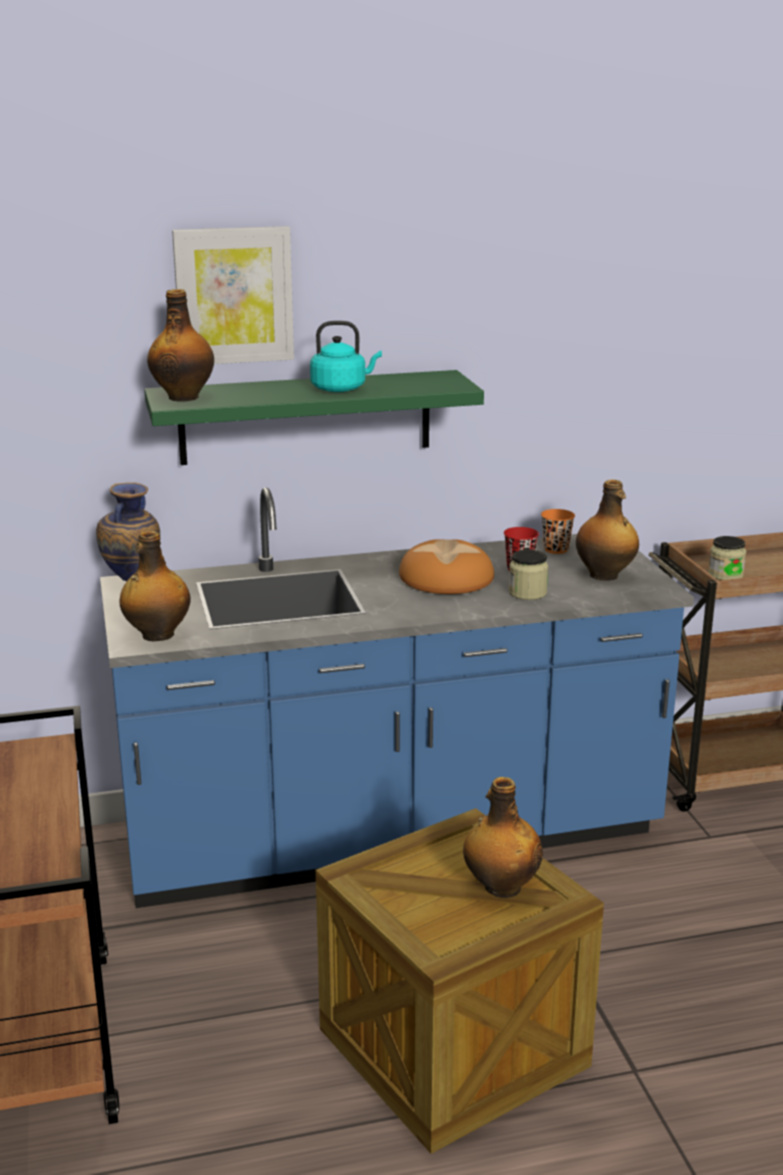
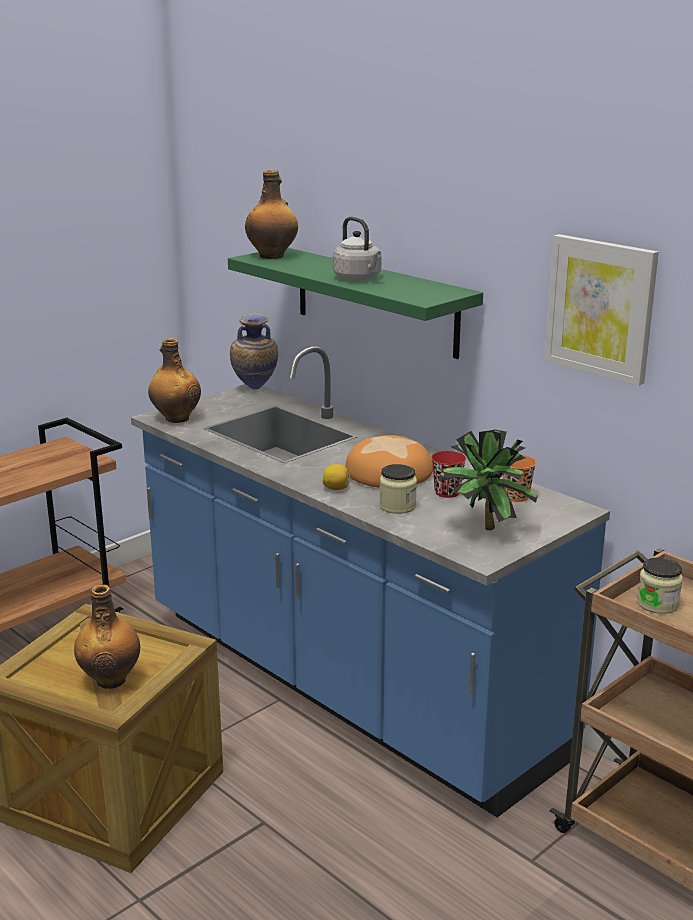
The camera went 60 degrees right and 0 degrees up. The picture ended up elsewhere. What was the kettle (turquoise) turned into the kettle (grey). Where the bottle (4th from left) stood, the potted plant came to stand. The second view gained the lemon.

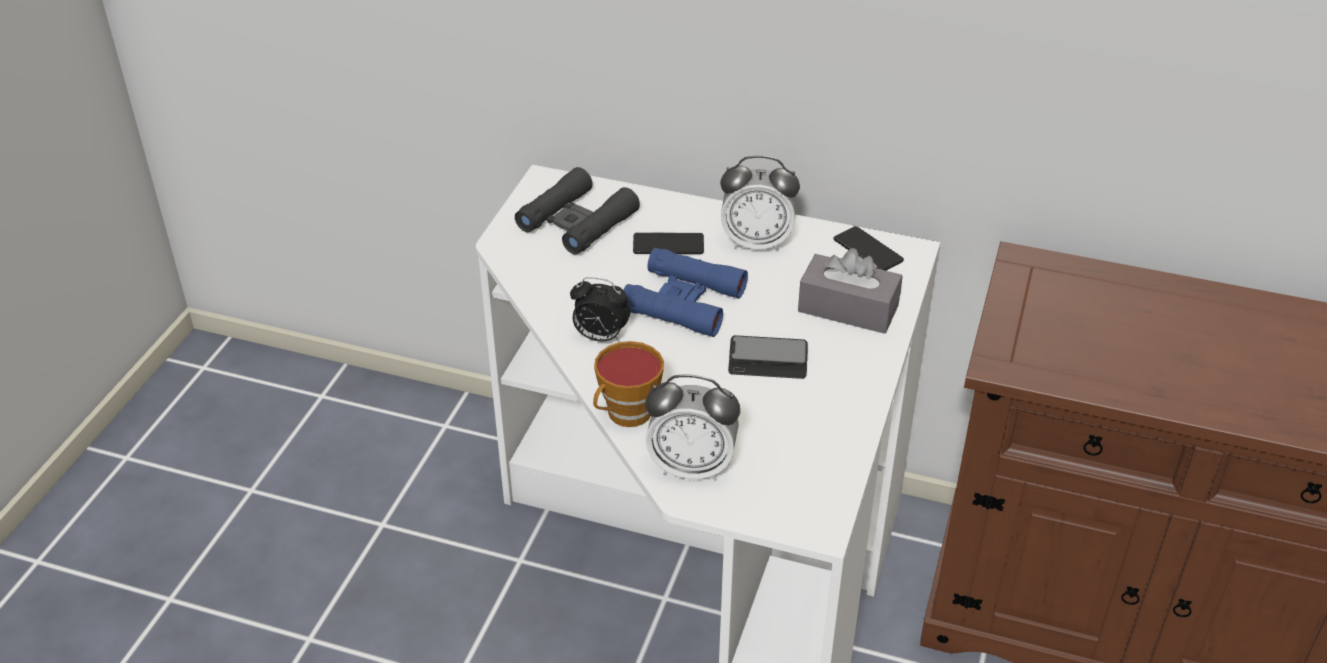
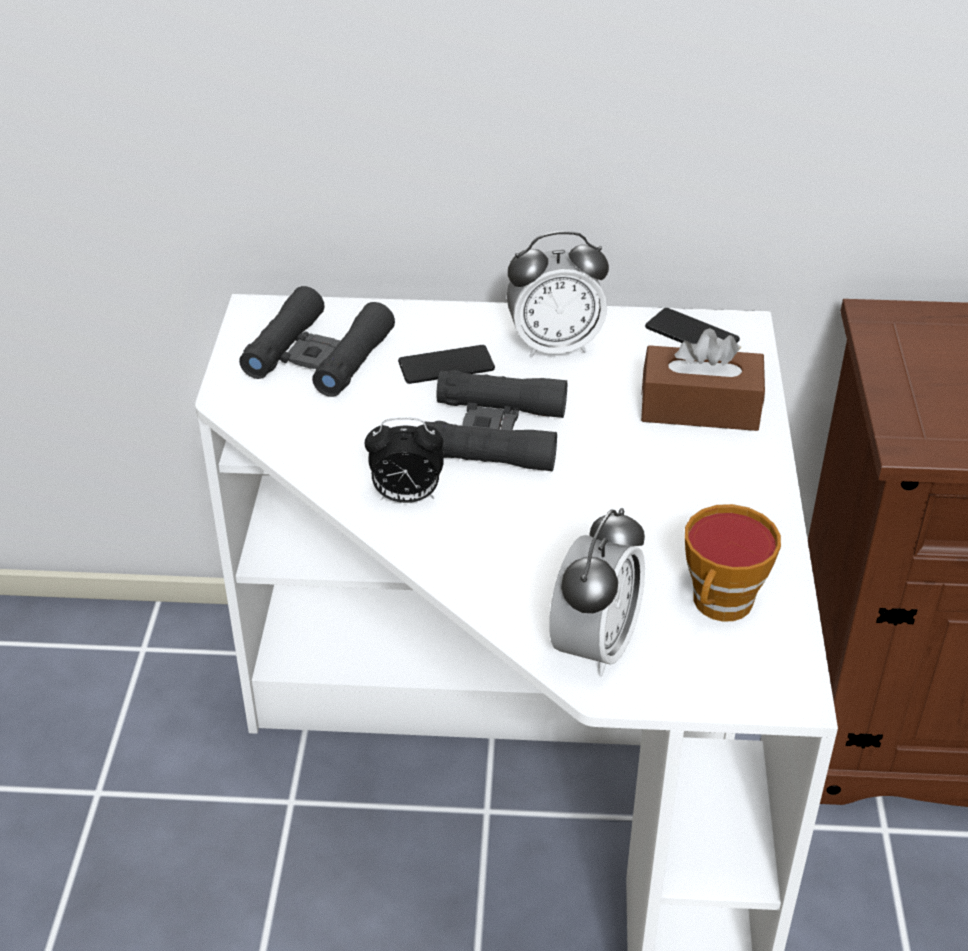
The camera went 15 degrees left and 0 degrees up. The cup ended up elsewhere. What was the binoculars (blue) turned into the binoculars (black) (2nd from left). The alarm clock (2nd from left in the first image) ended up facing another way, 60 degrees counterclockwise from before. The second view lost the phone (2nd from left). What was the tissue box (grey) turned into the tissue box (brown).

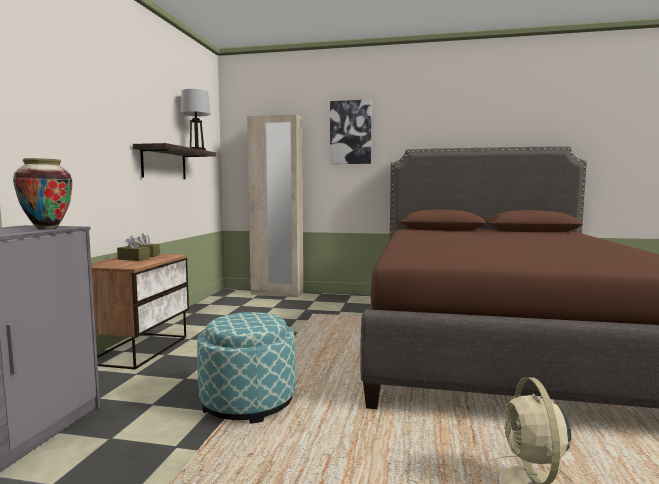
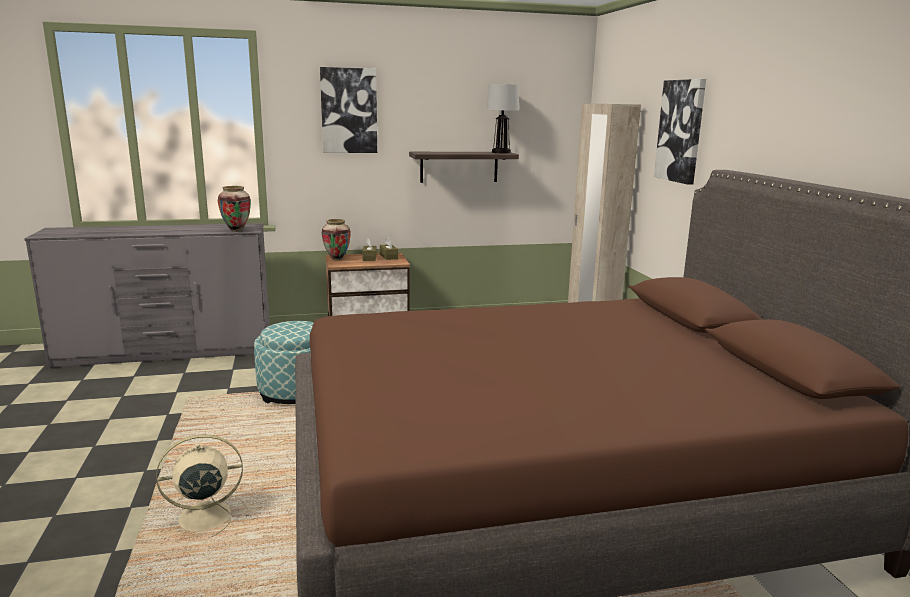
The camera went 65 degrees right and 10 degrees up. The second view gained the picture (1st from left). The second view gained the vase (2nd from left).

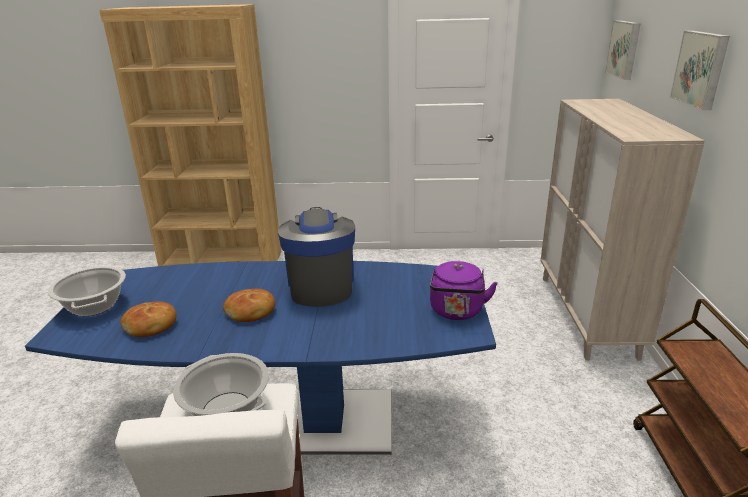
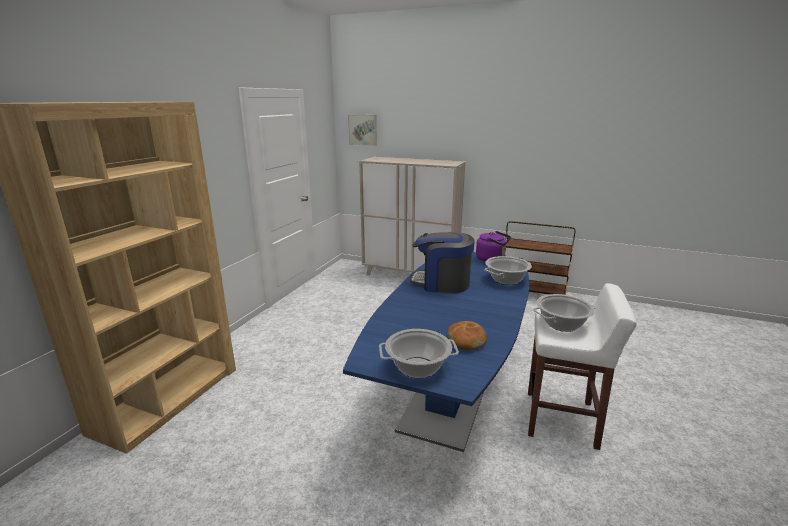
The camera went 70 degrees left and 5 degrees down. The second view lost the bread (2nd from left). The second view lost the picture (2nd from left). The second view gained the cooking pot (2nd from left).

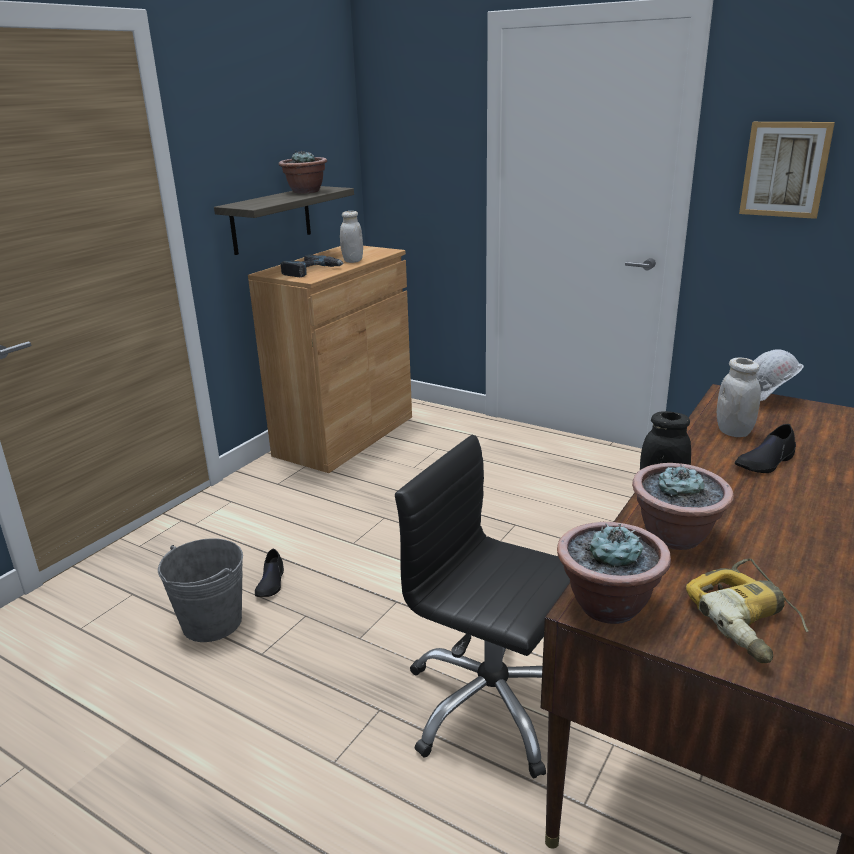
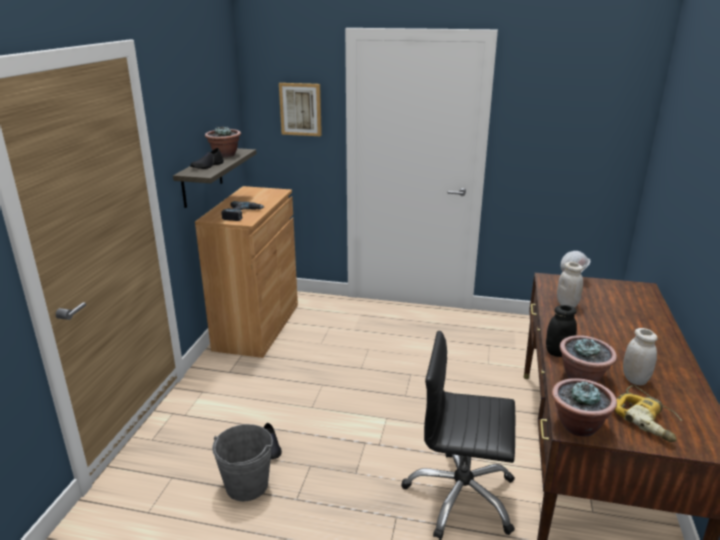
The camera went 20 degrees left and 0 degrees up. The jar (white) (1st from left in the first image) ended up elsewhere. The shoe (black) (2nd from left in the first image) ended up elsewhere. The picture ended up elsewhere.

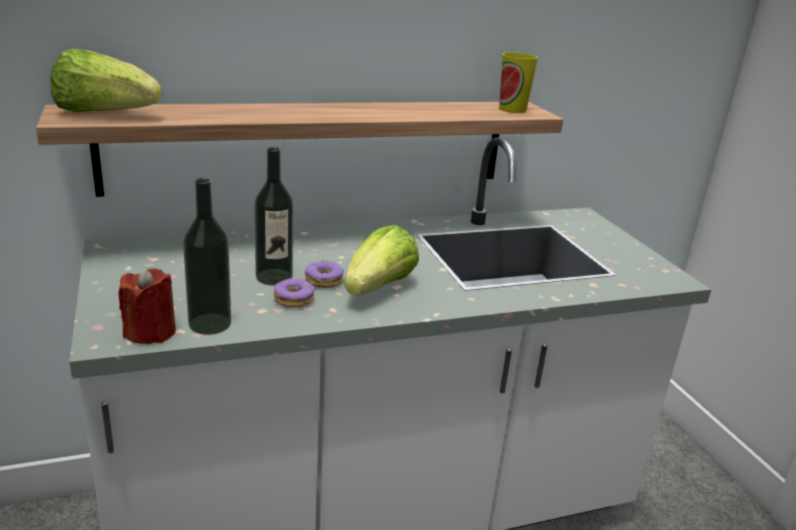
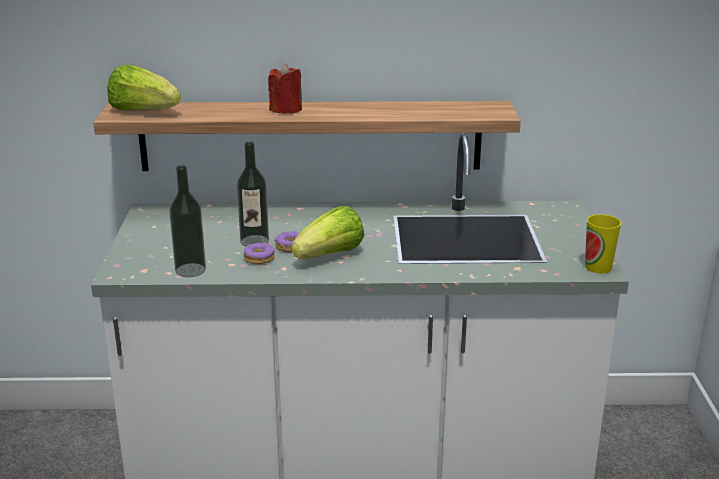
The camera went 20 degrees right and 0 degrees up. The candle (red) ended up elsewhere. The cup ended up elsewhere.

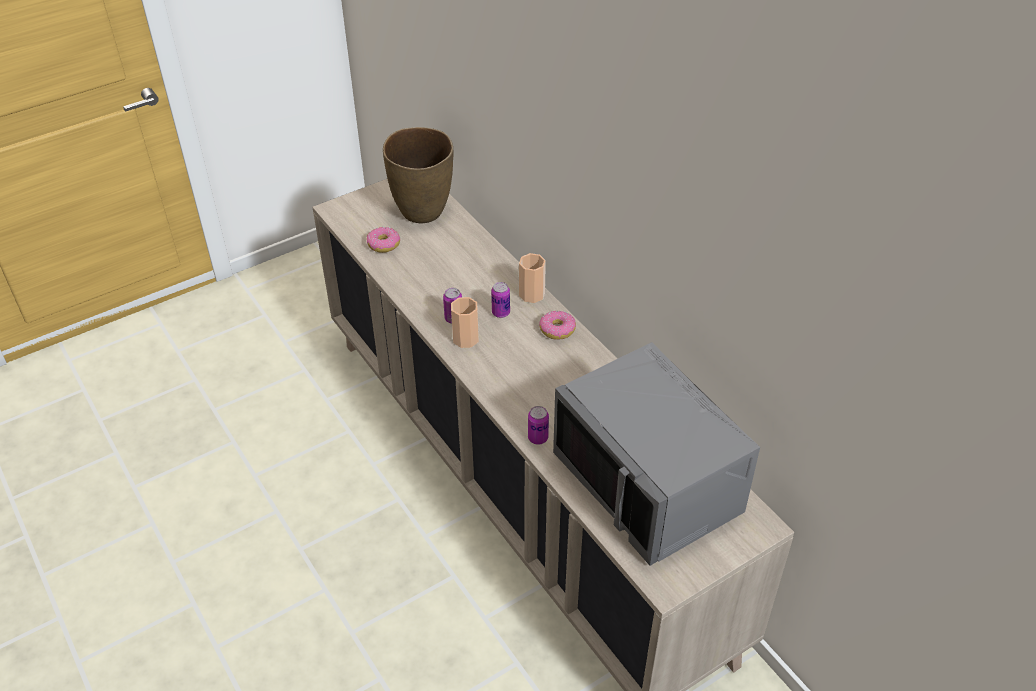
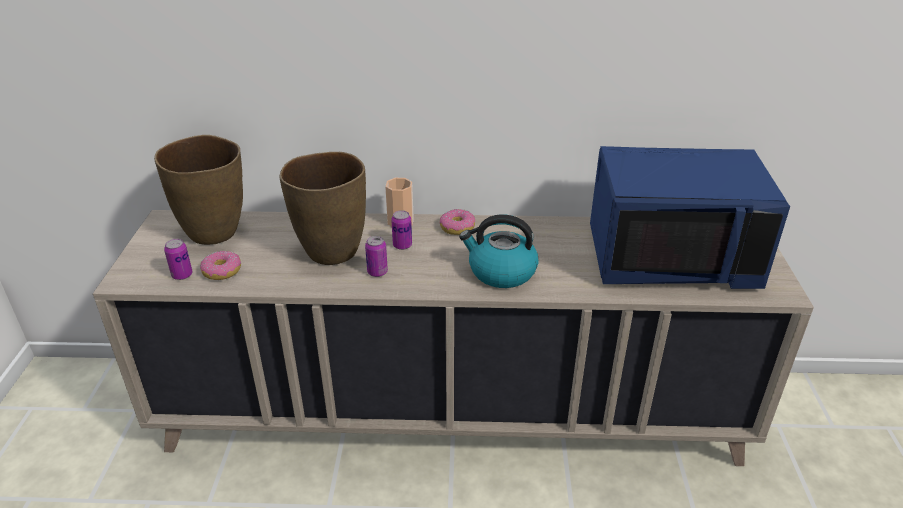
The camera went 55 degrees left and 10 degrees down. The second view lost the cup (1st from left). The can (3rd from left in the first image) ended up elsewhere. What was the microwave (grey) turned into the microwave (blue). The second view gained the vase (brown) (2nd from left). The second view gained the kettle.

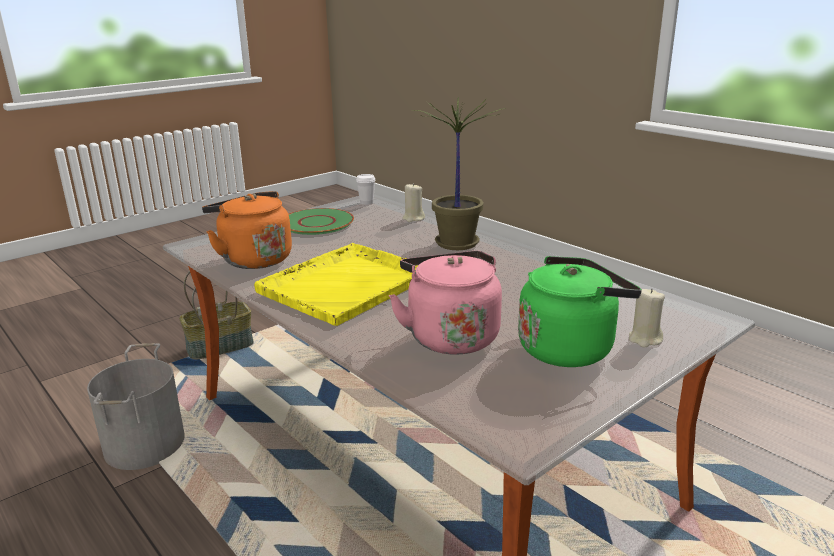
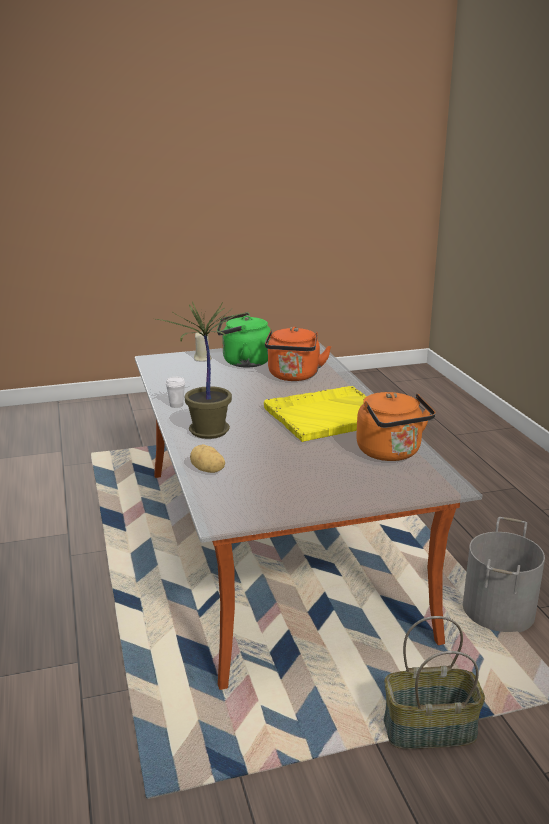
The camera went 155 degrees left and 0 degrees up. The second view lost the plate (green). The cup (white) ended up elsewhere. What was the kettle (pink) turned into the kettle (orange) (1st from left). Where the candle (beige) (1st from left) stood, the potato came to stand.

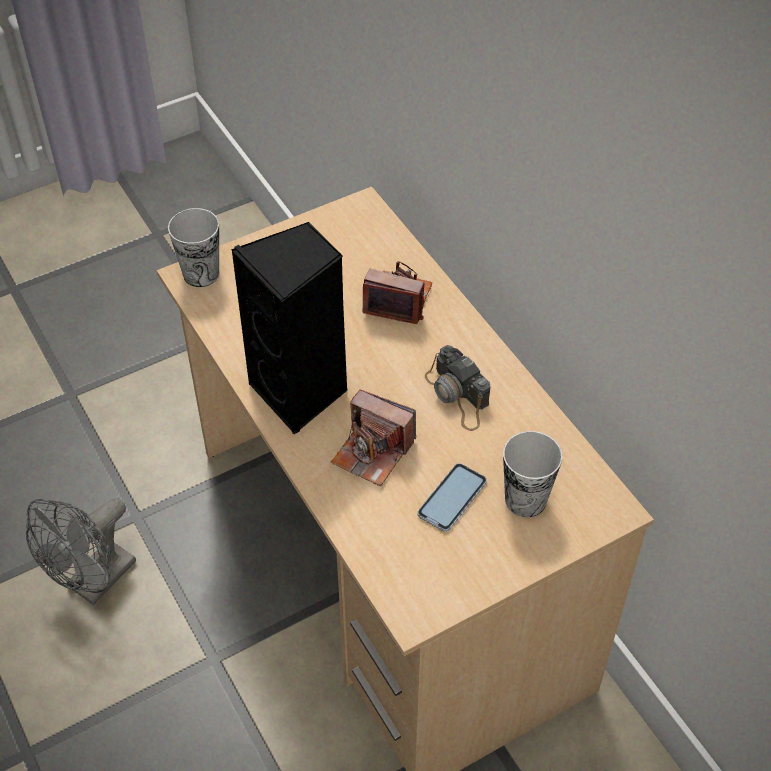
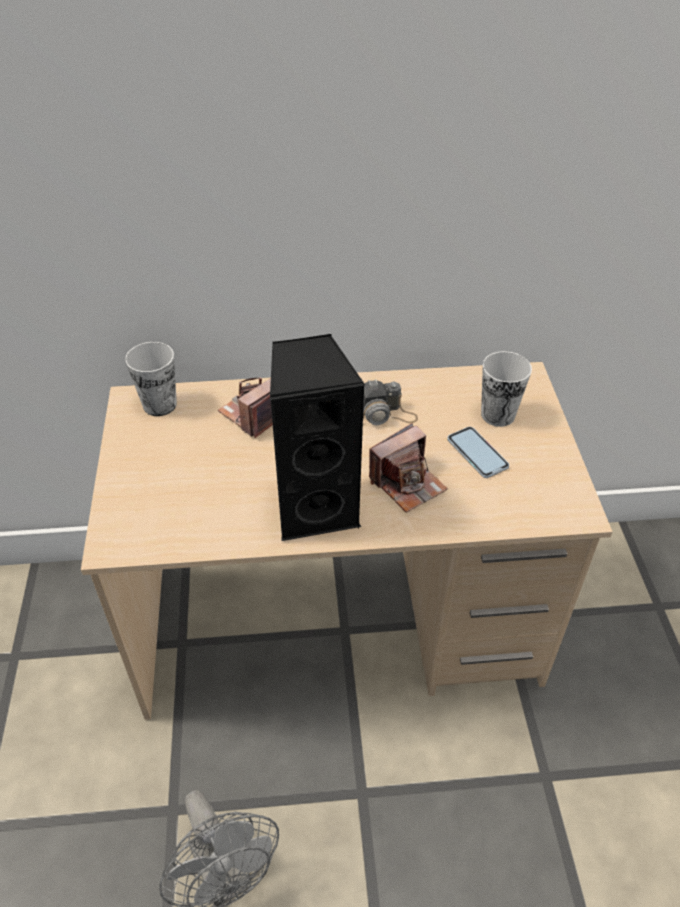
The camera went 65 degrees left and 5 degrees down. The cup (1st from left) ended up elsewhere.

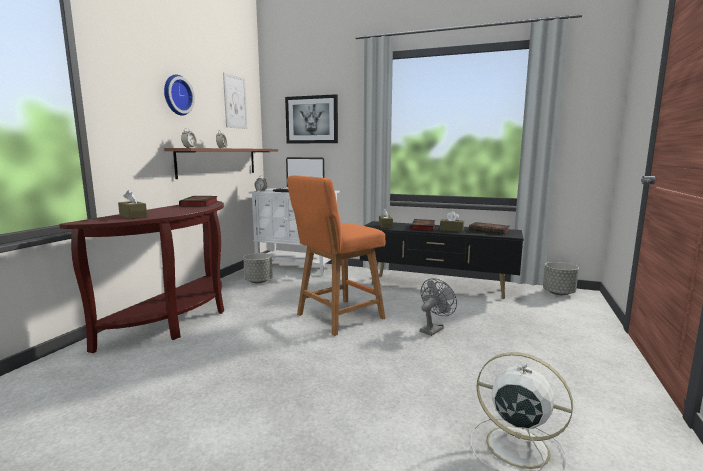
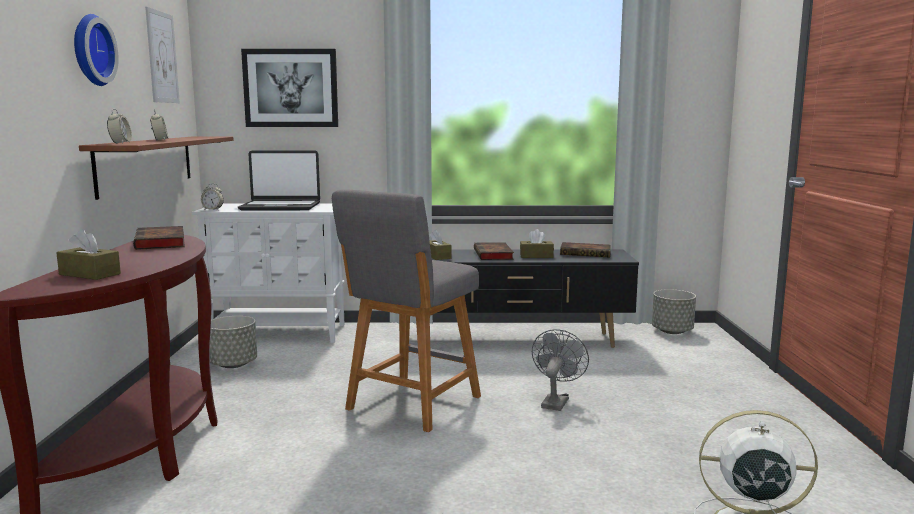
The camera went 20 degrees left and 0 degrees up. What was the stool (orange) turned into the stool (grey).

